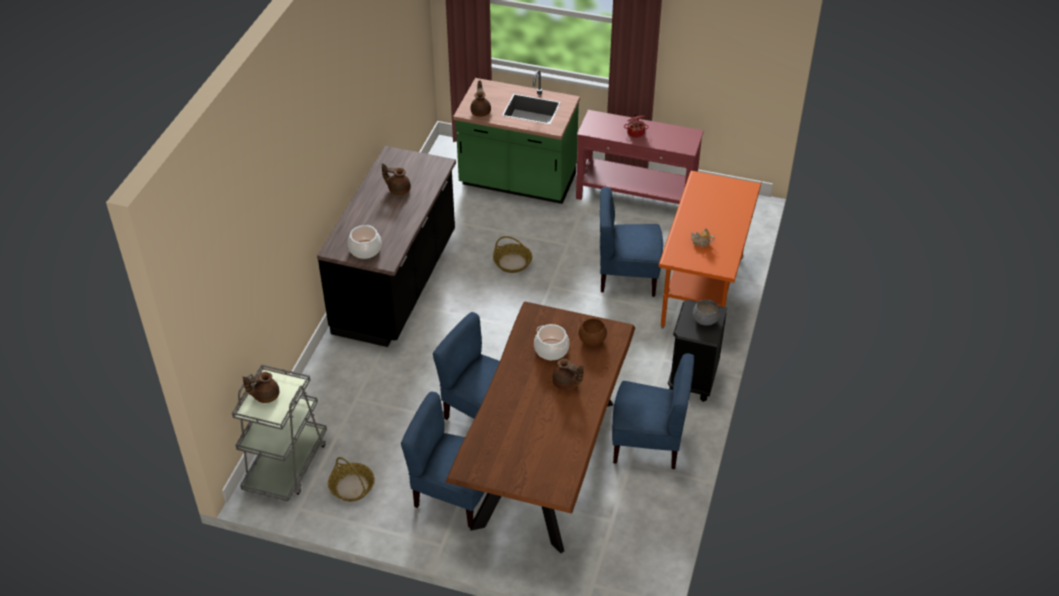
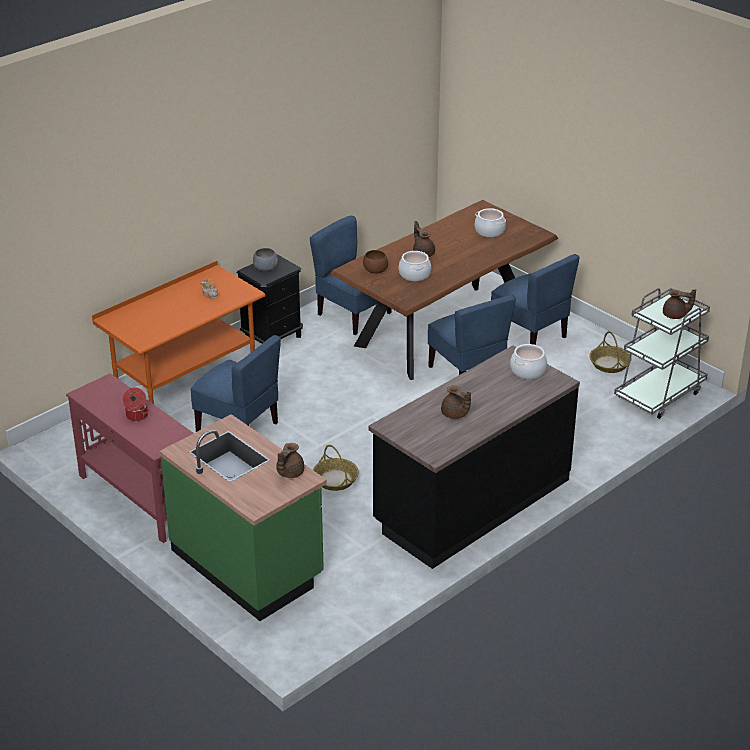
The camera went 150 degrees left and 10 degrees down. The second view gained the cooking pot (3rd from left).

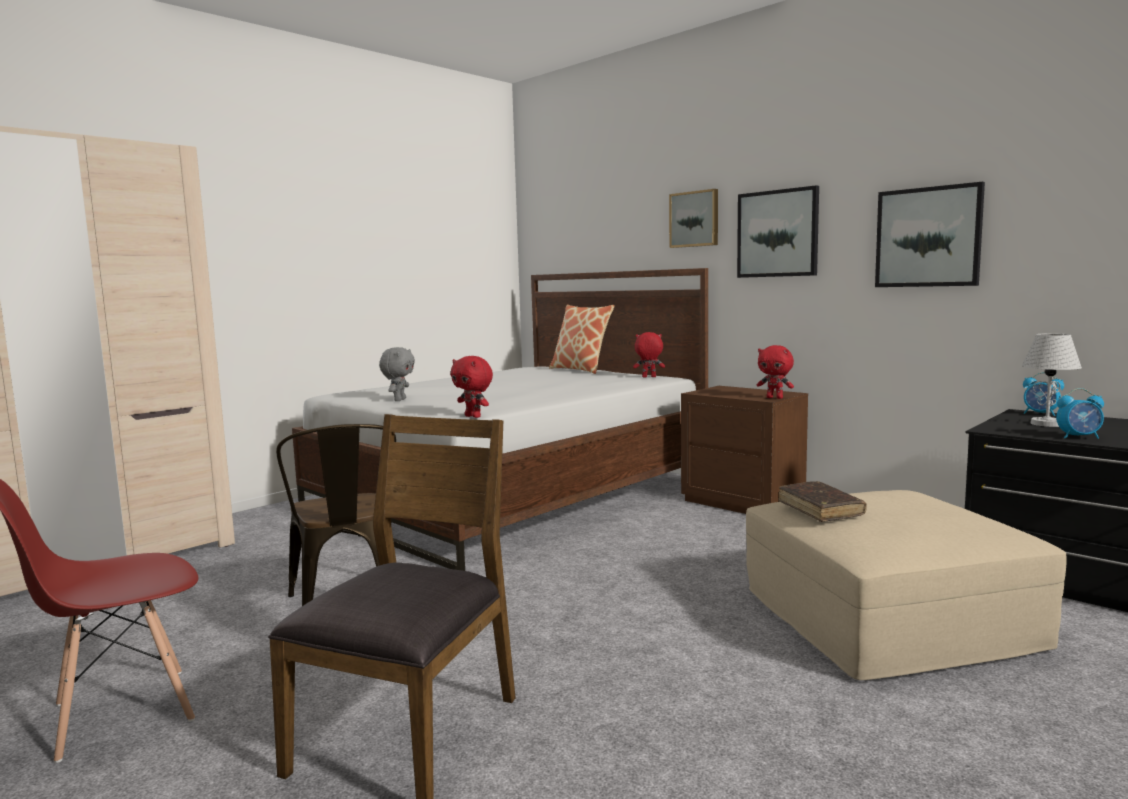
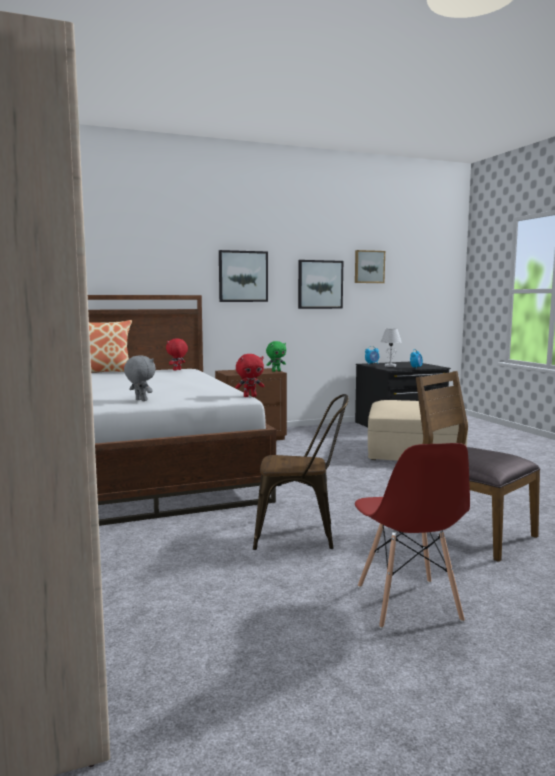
The camera went 65 degrees left and 0 degrees up. The picture (1st from left in the first image) ended up elsewhere. What was the plush toy (red) (3rd from left) turned into the plush toy (green). The second view lost the book (brown).

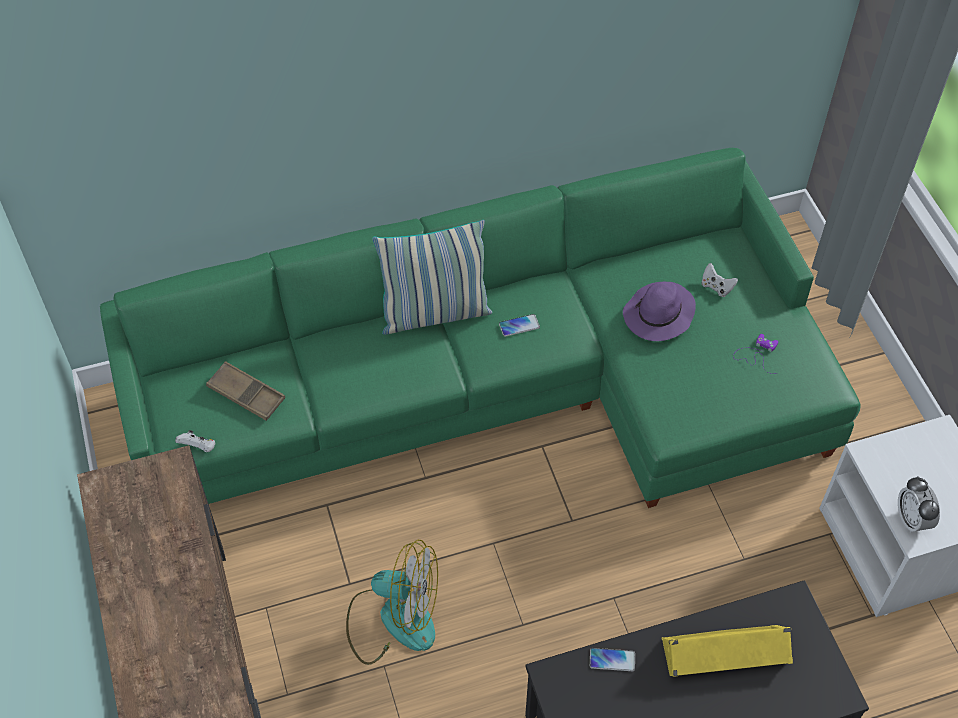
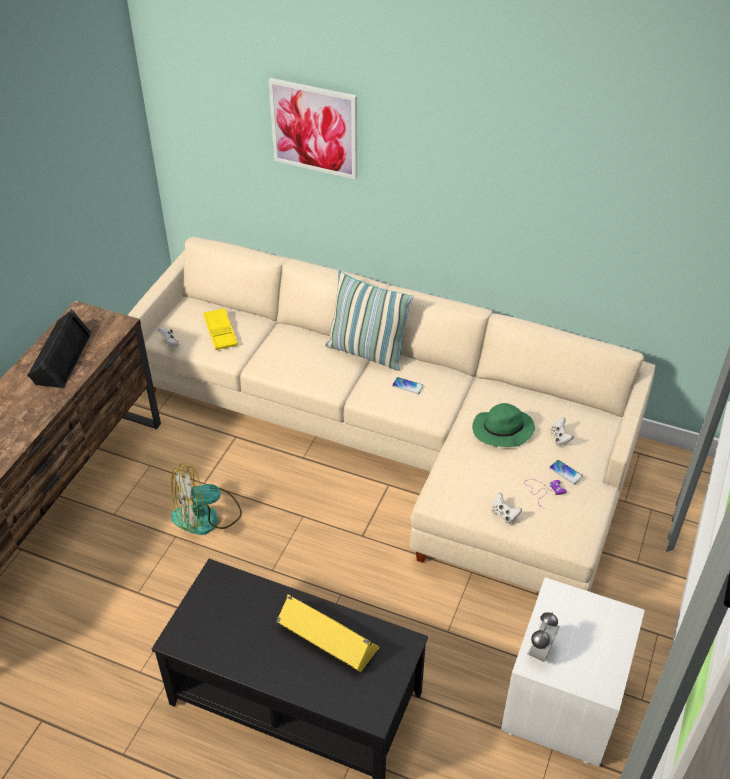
The camera went 40 degrees right and 10 degrees down. What was the sofa (green) turned into the sofa (beige). What was the tray (brown) turned into the tray (yellow). The fan ended up facing another way, 105 degrees clockwise from before. The phone (2nd from left) ended up elsewhere. What was the hat (purple) turned into the hat (green). The second view gained the speaker (black). The second view gained the picture. The second view gained the game controller (white) (2nd from left).

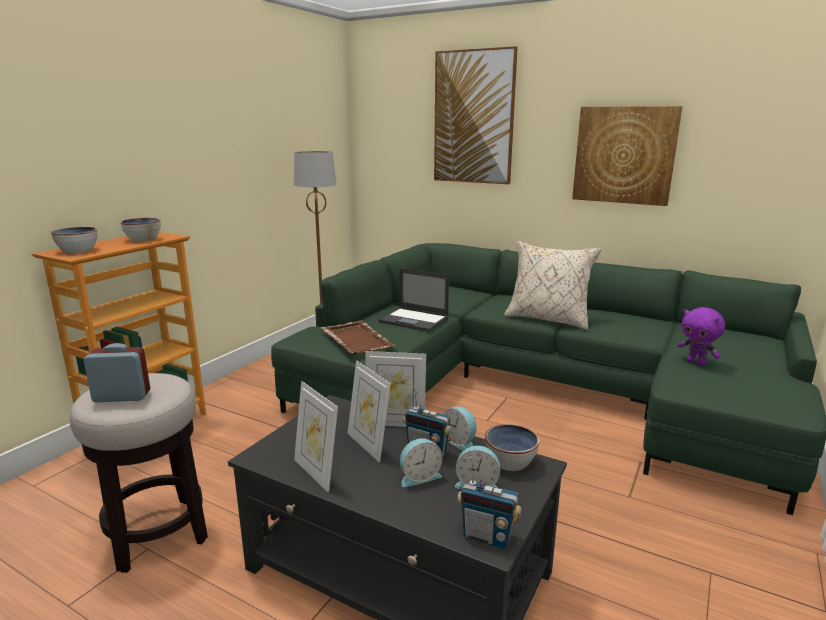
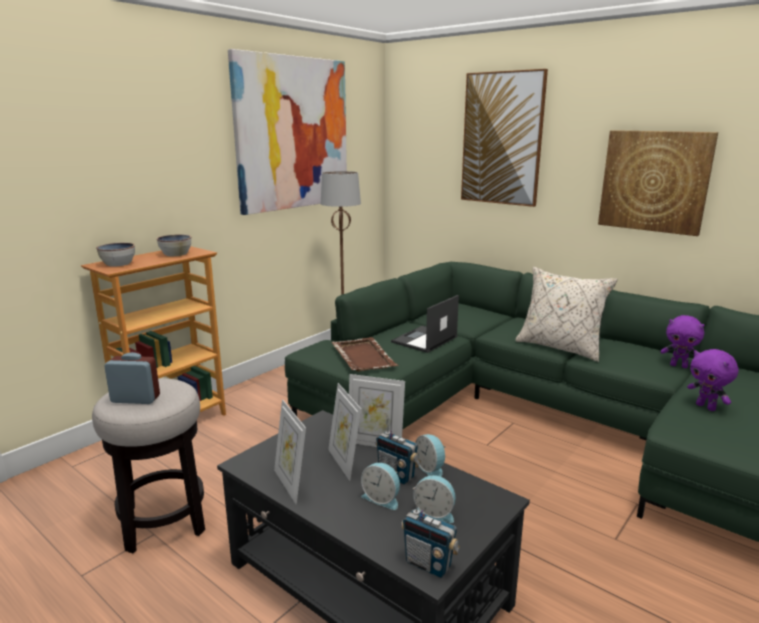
The camera went 10 degrees right and 0 degrees up. The laptop ended up facing another way, 90 degrees clockwise from before. The alarm clock (2nd from left) ended up facing another way, 45 degrees clockwise from before. The second view lost the bowl (3rd from left). The second view gained the picture (1st from left). The second view gained the plush toy (purple) (1st from left).

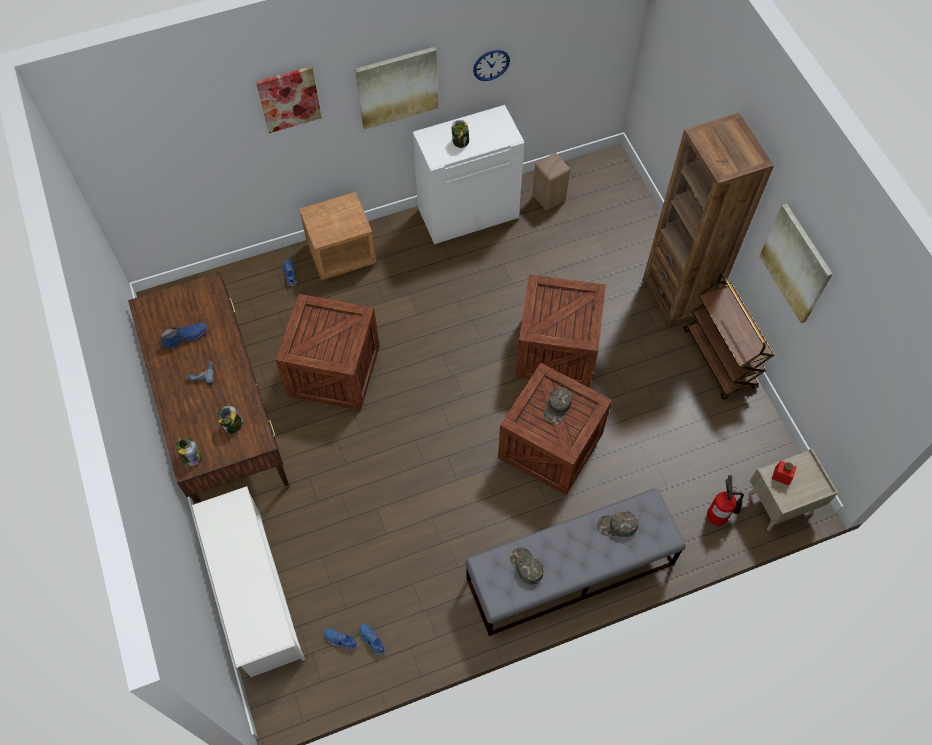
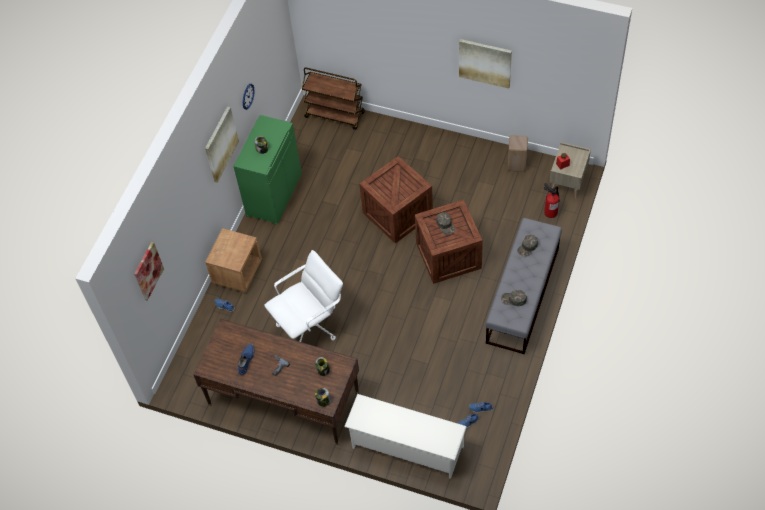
The camera went 45 degrees left and 5 degrees down. The picture (1st from left) ended up elsewhere. Where the crate (1st from left) stood, the office chair (white) came to stand. What was the cabinet (white) turned into the cabinet (green). The stool (beige) ended up elsewhere. The second view lost the bookcase (brown). The cart (brown) ended up elsewhere.

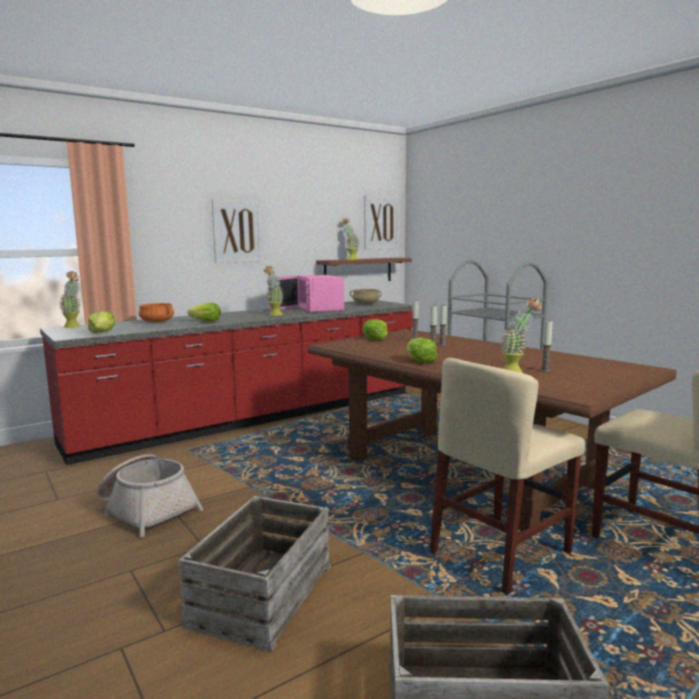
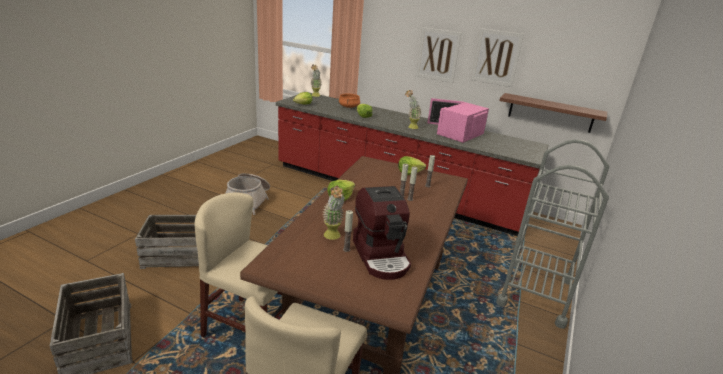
The camera went 60 degrees right and 15 degrees up. The second view lost the potted plant (3rd from left). The second view lost the cooking pot (beige). The picture (2nd from left) ended up elsewhere. The second view gained the coffee machine.

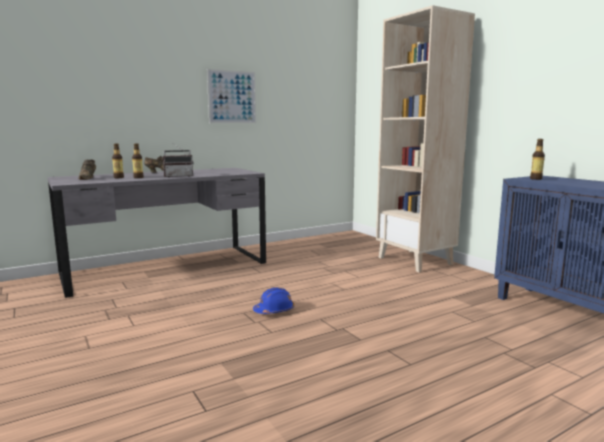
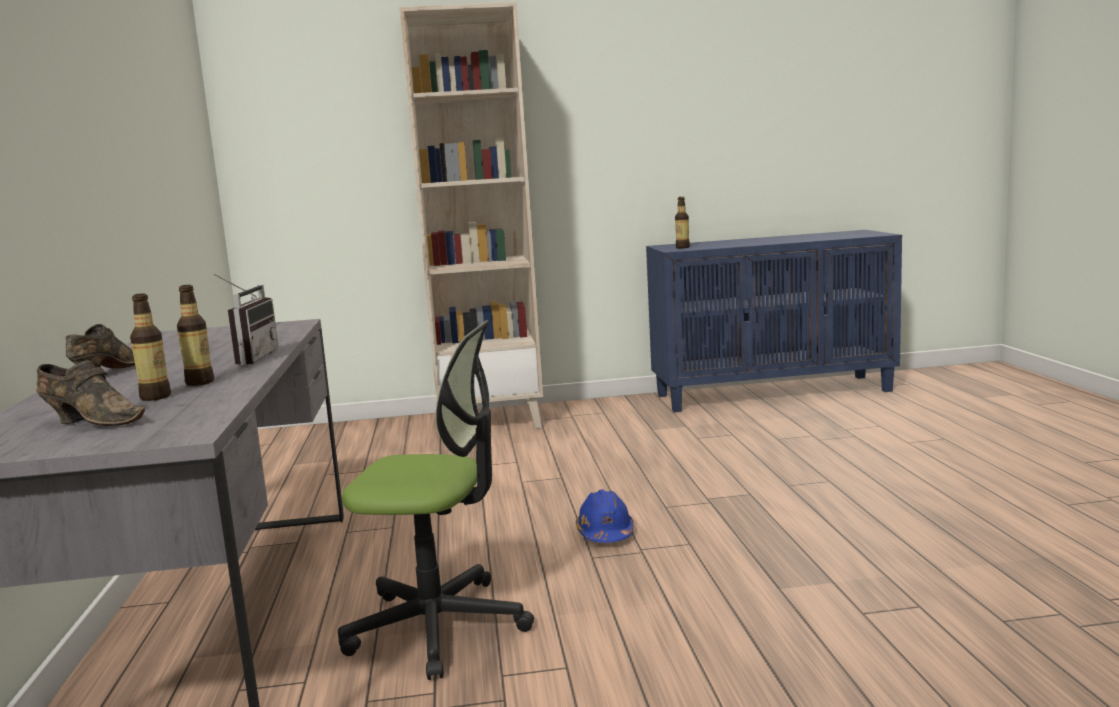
The camera went 65 degrees left and 0 degrees up. The second view lost the picture. The second view gained the office chair.

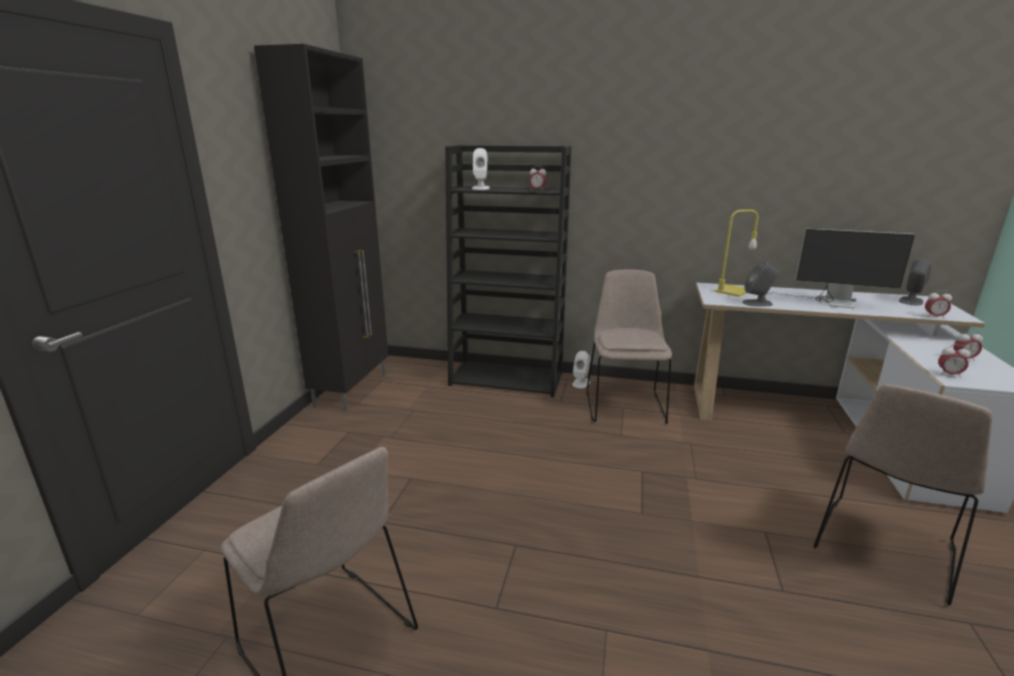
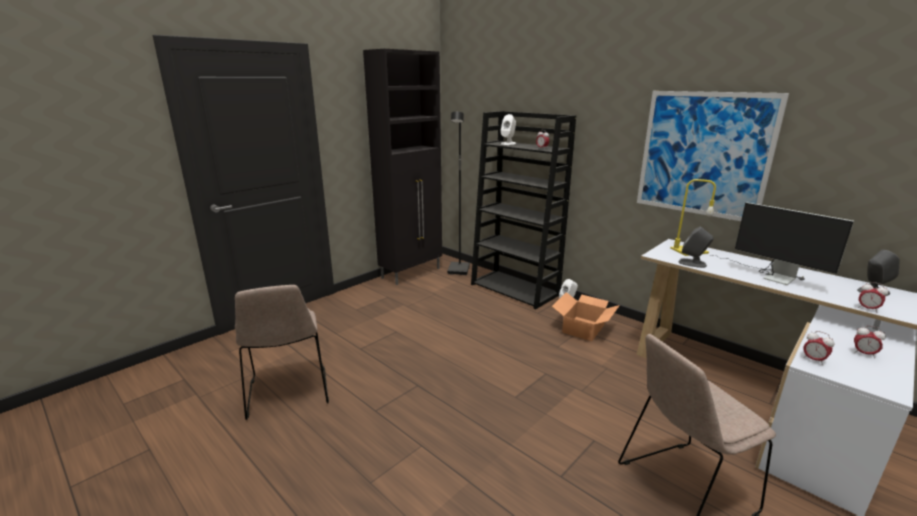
The camera went 30 degrees right and 0 degrees up. Where the chair (beige) (2nd from left) stood, the cardboard box came to stand. The second view gained the floor lamp (black). The second view gained the picture.

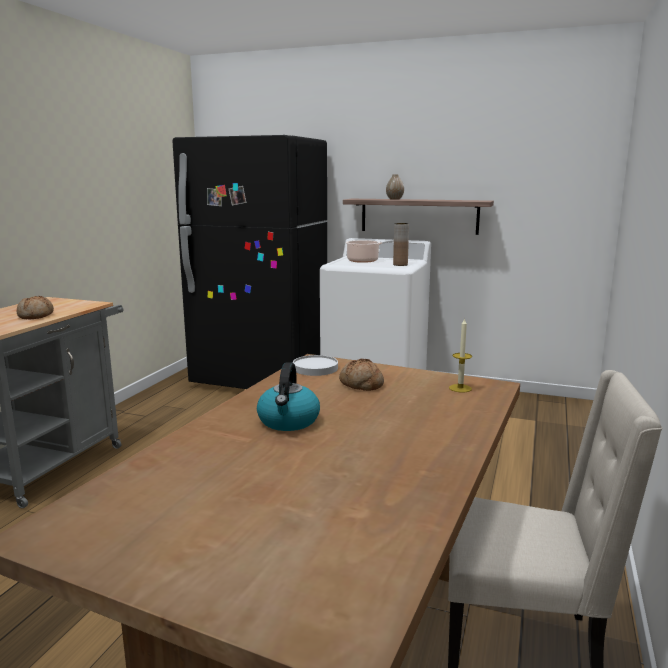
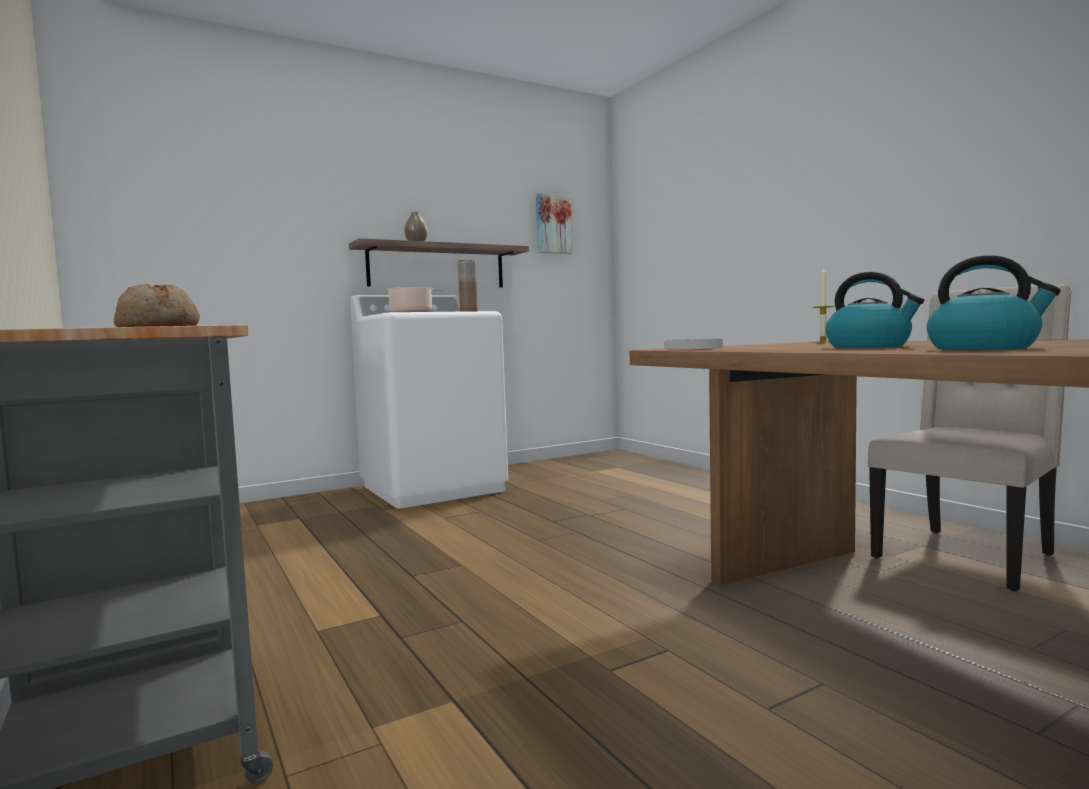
The camera went 50 degrees left and 10 degrees down. The second view lost the fridge (black). The second view lost the bread (2nd from left). The second view gained the picture. The second view gained the kettle (2nd from left).

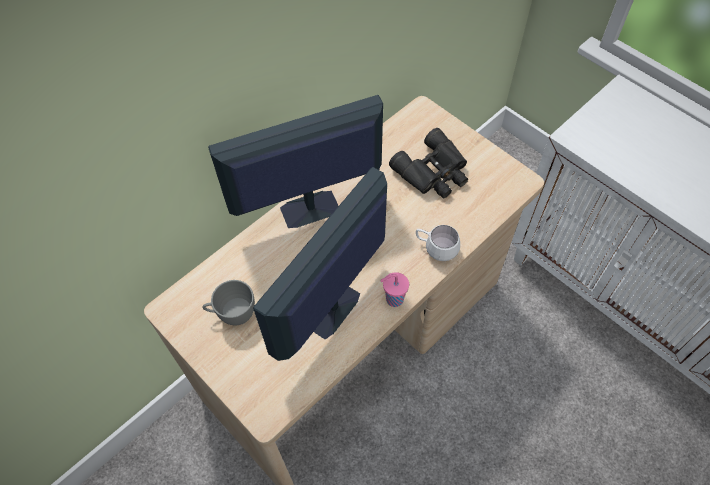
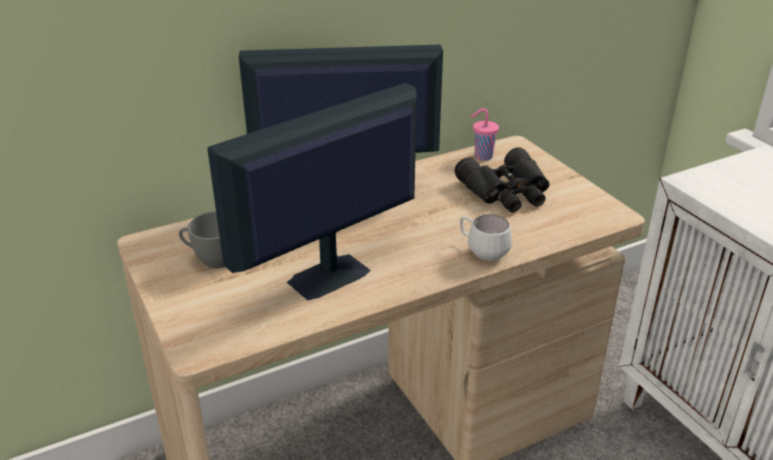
The camera went 15 degrees right and 25 degrees down. The cup (pink) ended up elsewhere.

